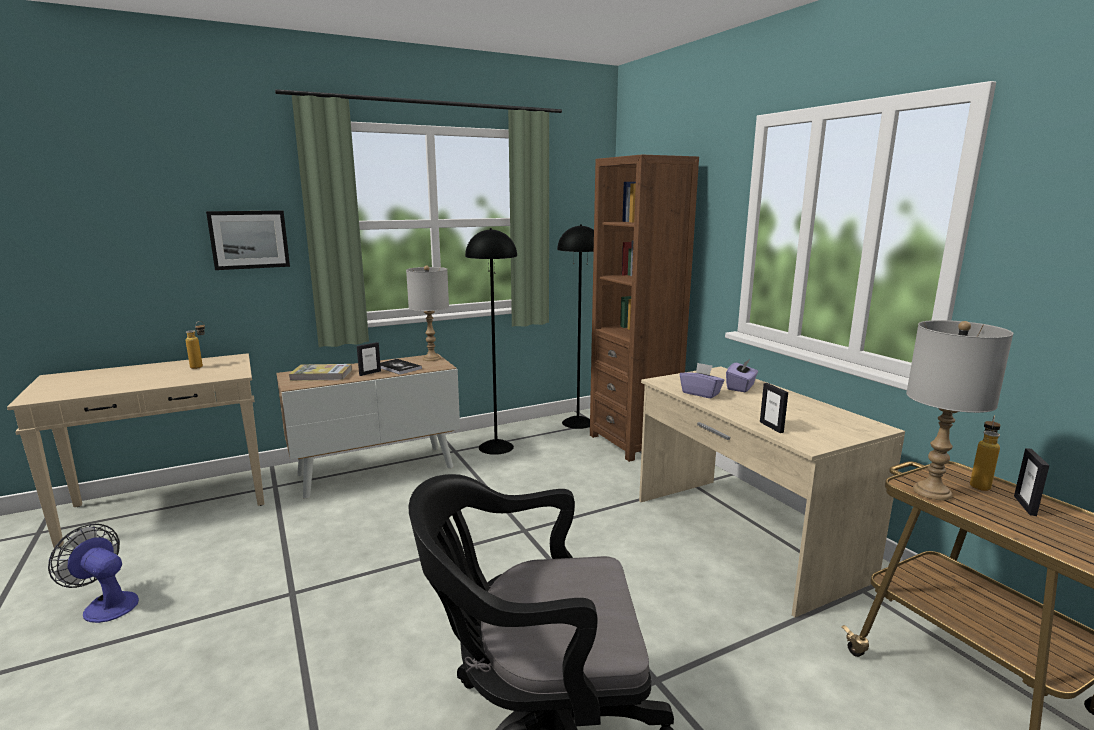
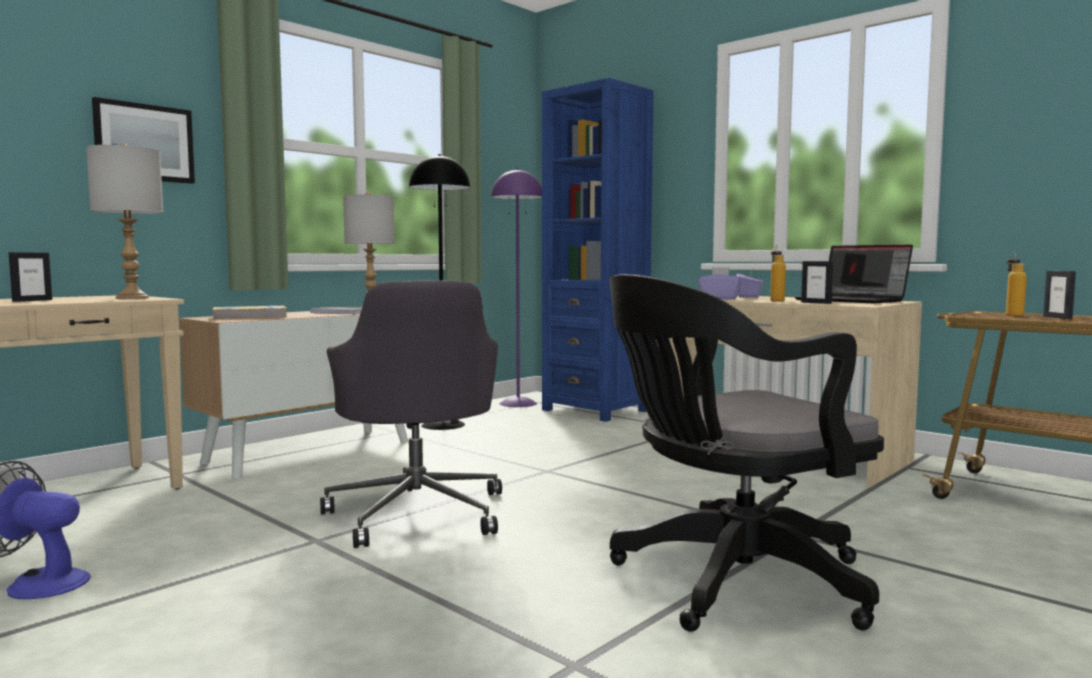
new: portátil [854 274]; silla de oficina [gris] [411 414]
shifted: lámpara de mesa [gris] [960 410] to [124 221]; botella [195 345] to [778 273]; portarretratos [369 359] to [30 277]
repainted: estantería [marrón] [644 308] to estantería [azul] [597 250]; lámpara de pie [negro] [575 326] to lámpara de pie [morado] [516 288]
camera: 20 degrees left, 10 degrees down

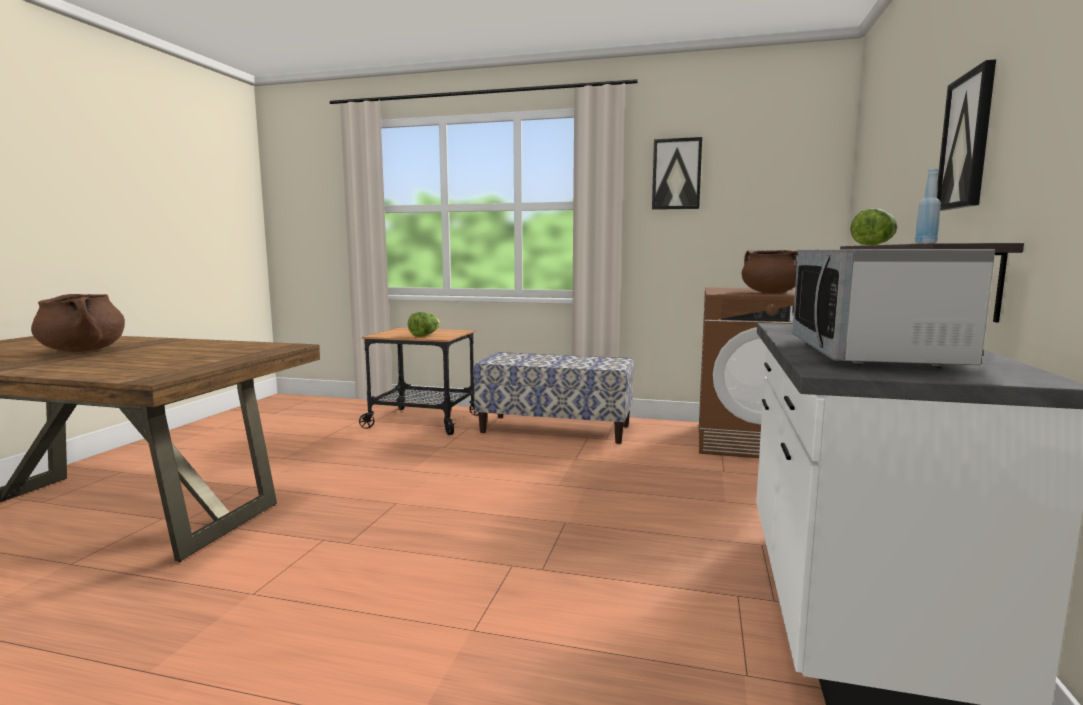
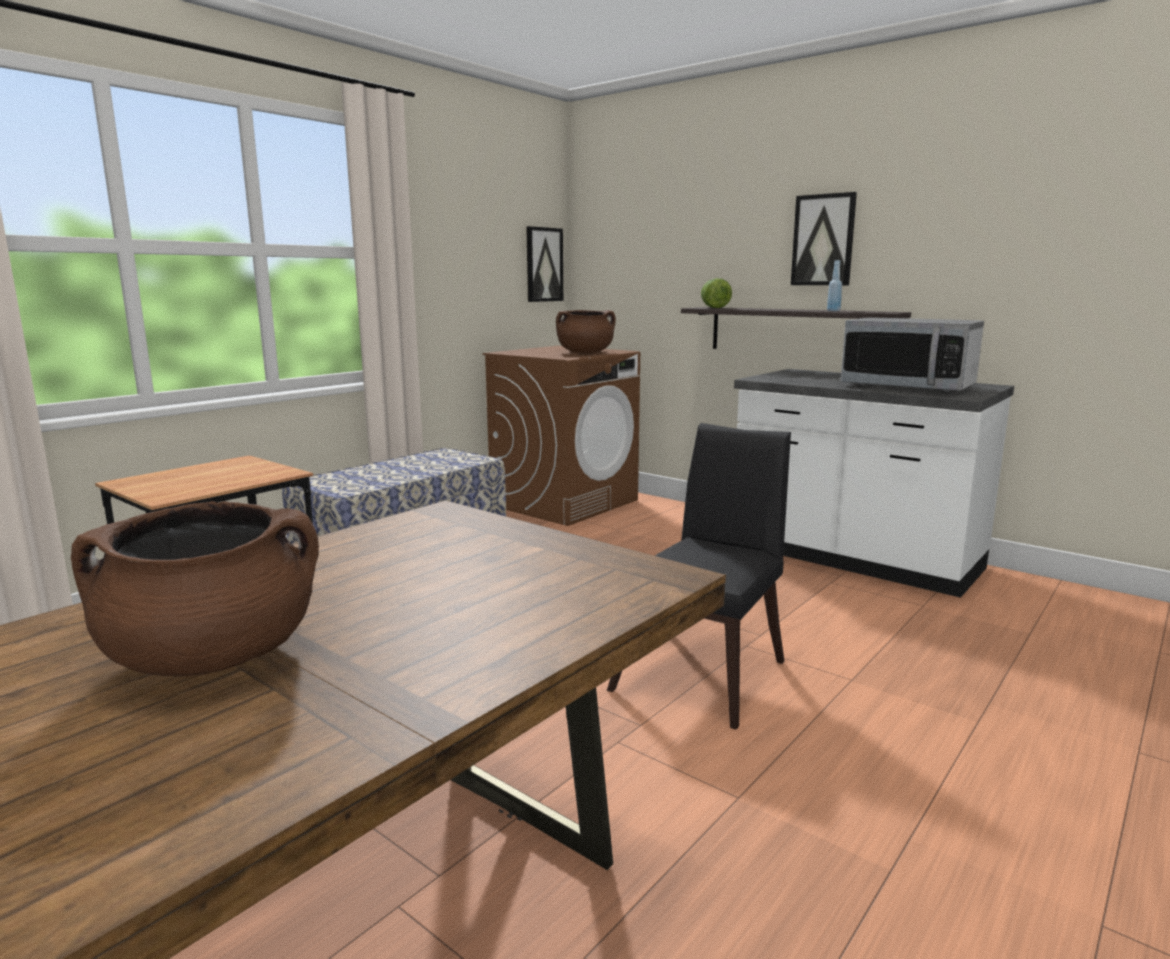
gone: lechuga [424 324]
new: silla [negro] [699 576]
shifted: cuadro [677 173] to [544 264]
camera: 65 degrees left, 5 degrees up

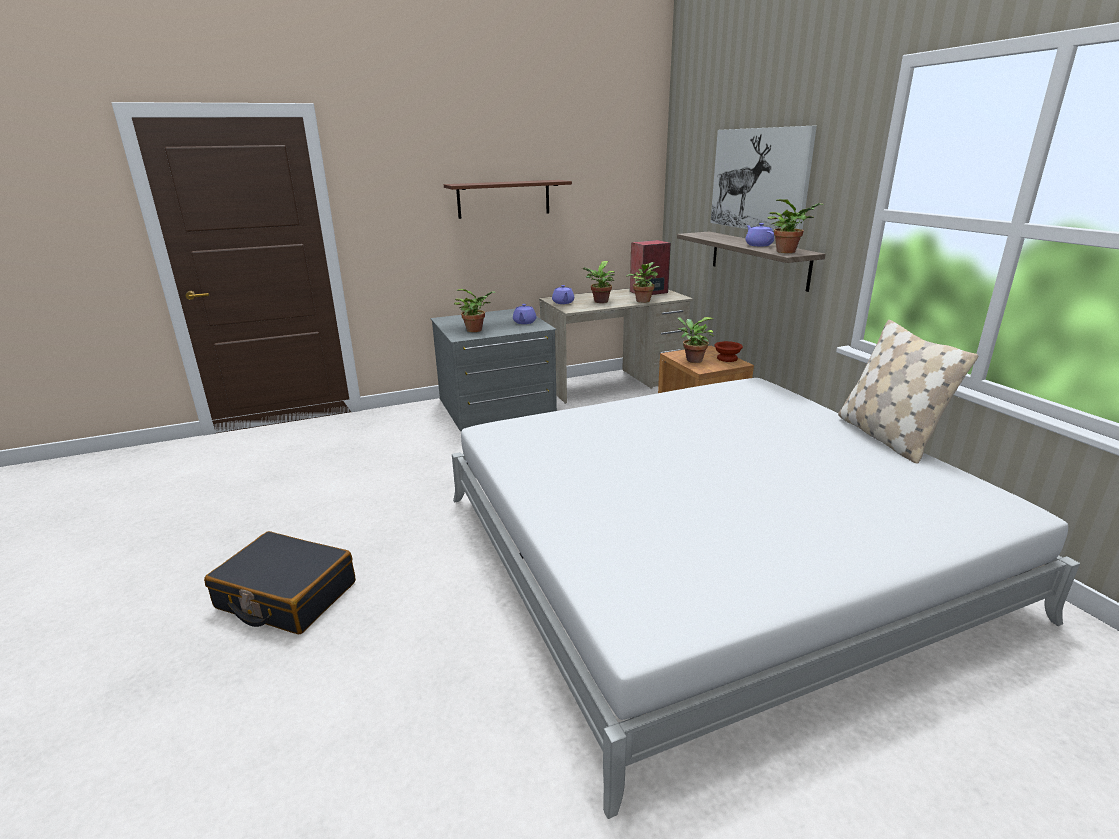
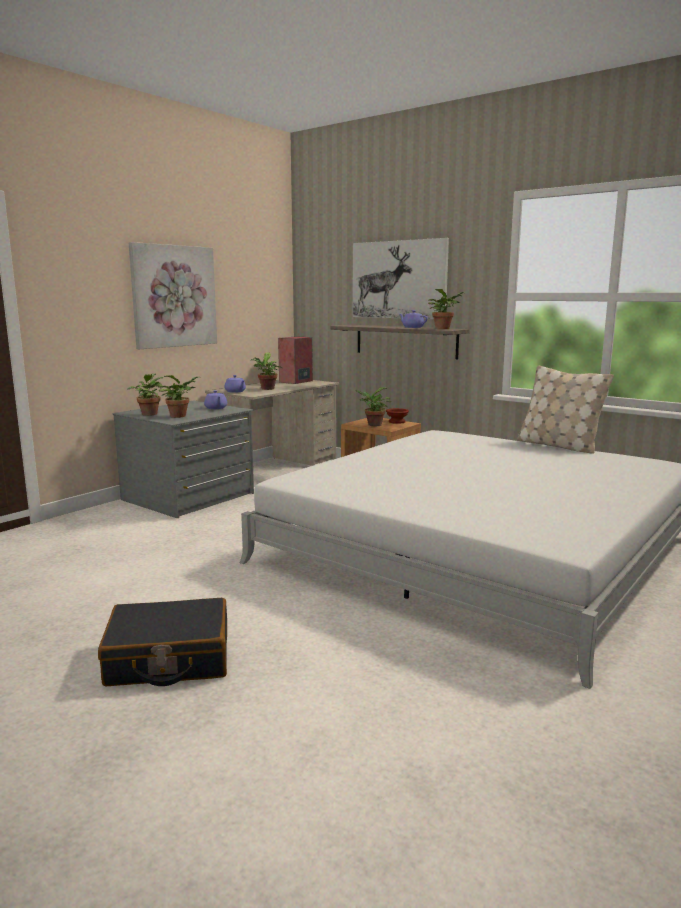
shifted: planta en maceta [643 282] to [145 395]
swapped: estante [marrón] [508 199] to cuadro [173 295]
camera: 30 degrees left, 10 degrees down

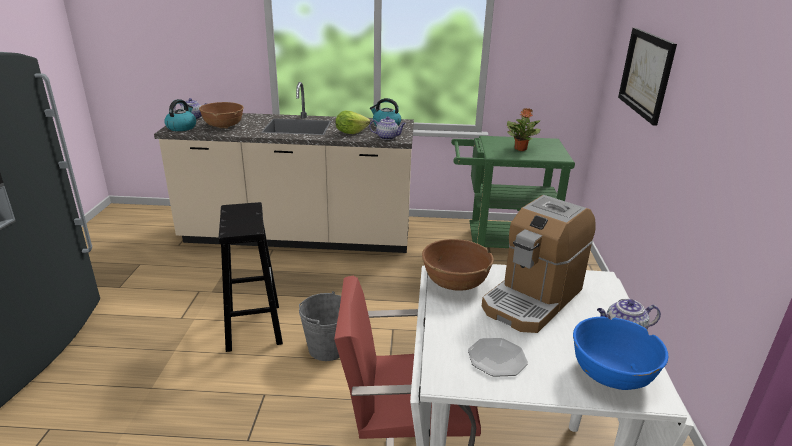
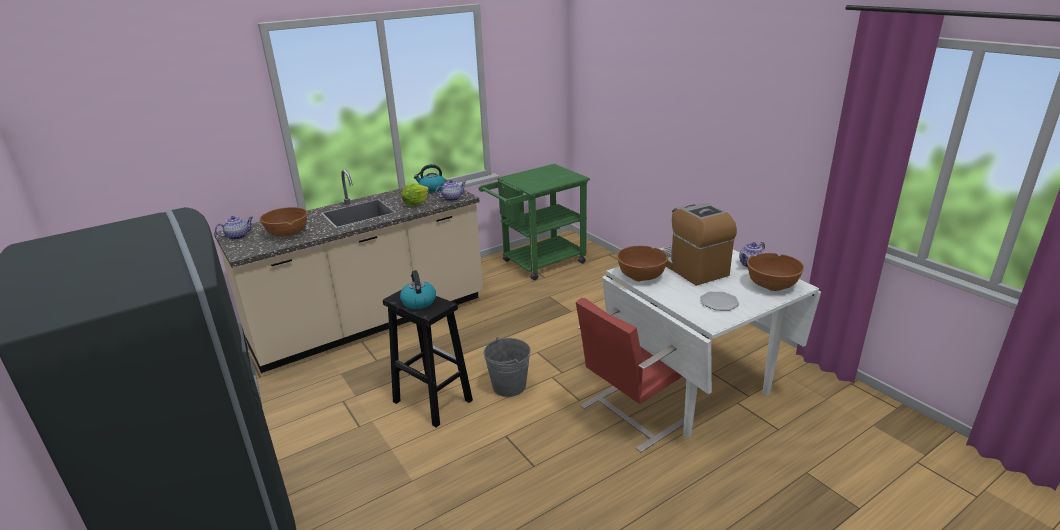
gone: cuadro [647 77]; planta en maceta [524 129]
shifted: hervidor [180 115] to [418 289]
repainted: cuenco [azul] [620 353] to cuenco [marrón] [775 272]
rotated: cafetera [539 264] = [698 244] 150 degrees clockwise
camera: 35 degrees left, 0 degrees up

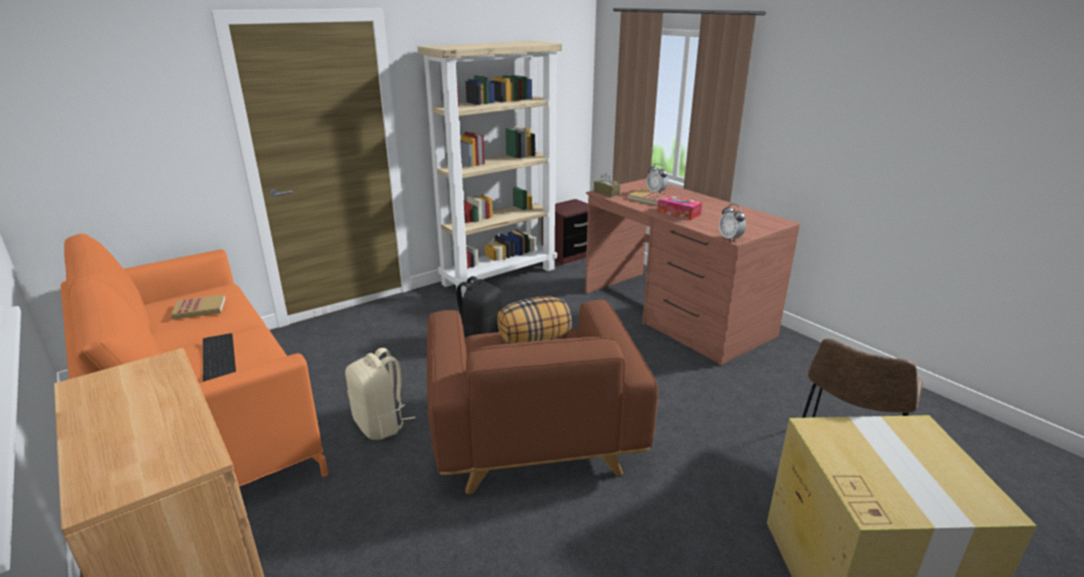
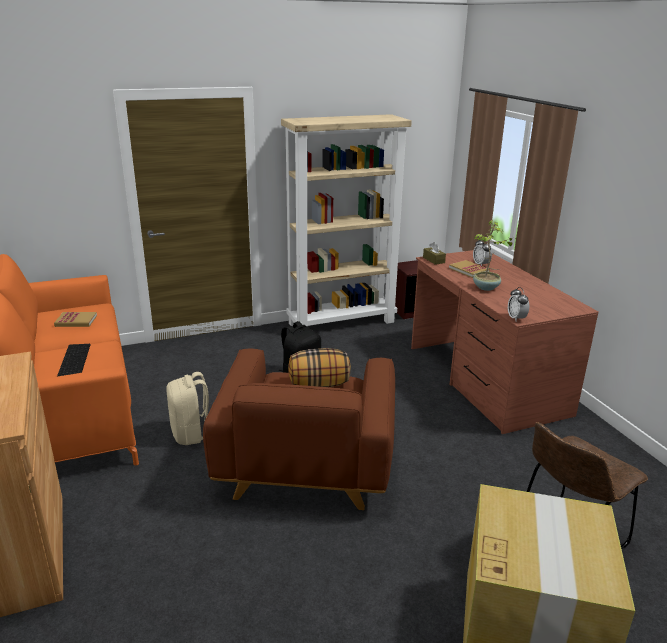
swapped: caja de pañuelos [679 207] to planta en maceta [495 255]
camera: 15 degrees right, 0 degrees up

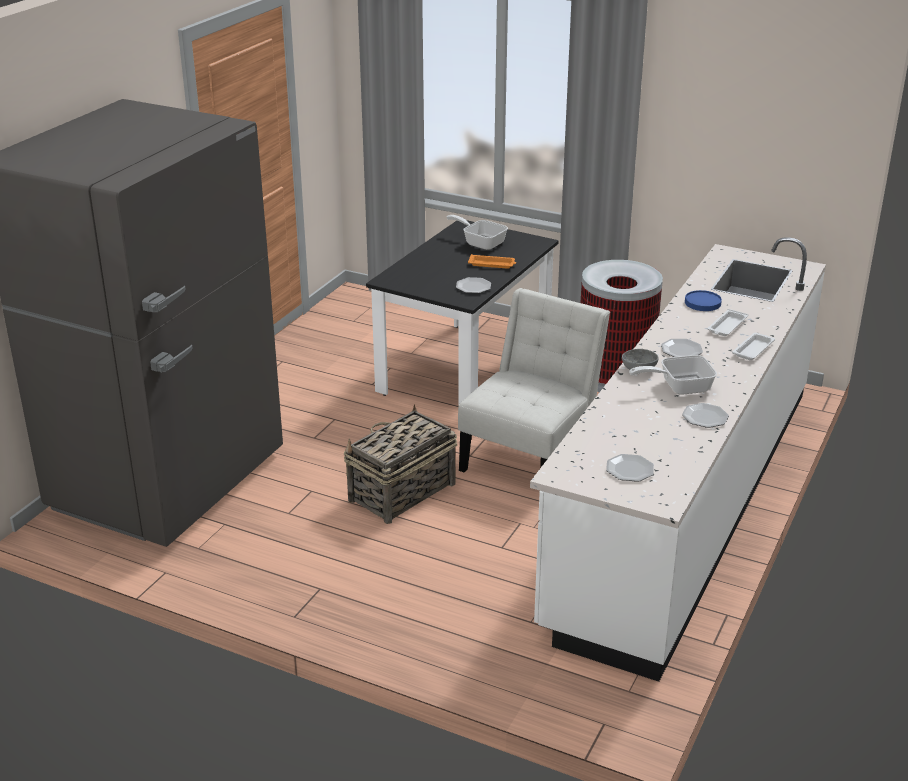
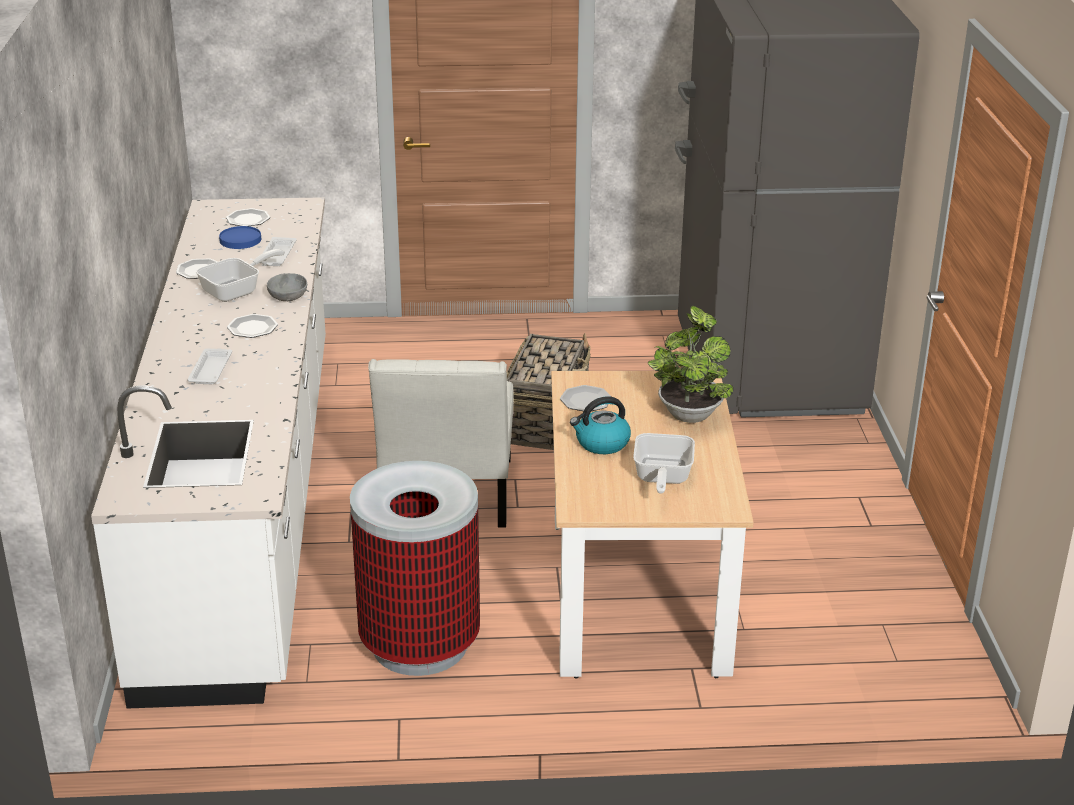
new: planta en maceta [690 364]
shifted: plato [azul] [703 300] to [240 237]; bandeja [blanco] [753 346] to [278 251]
swapped: bandeja [naranja] [492 261] to hervidor [600 425]
repainted: mesa de comedor [negro] [462 313] to mesa de comedor [beis] [652 525]
rotated: sartén [477 232] = [664 463] 90 degrees clockwise
camera: 150 degrees right, 0 degrees up

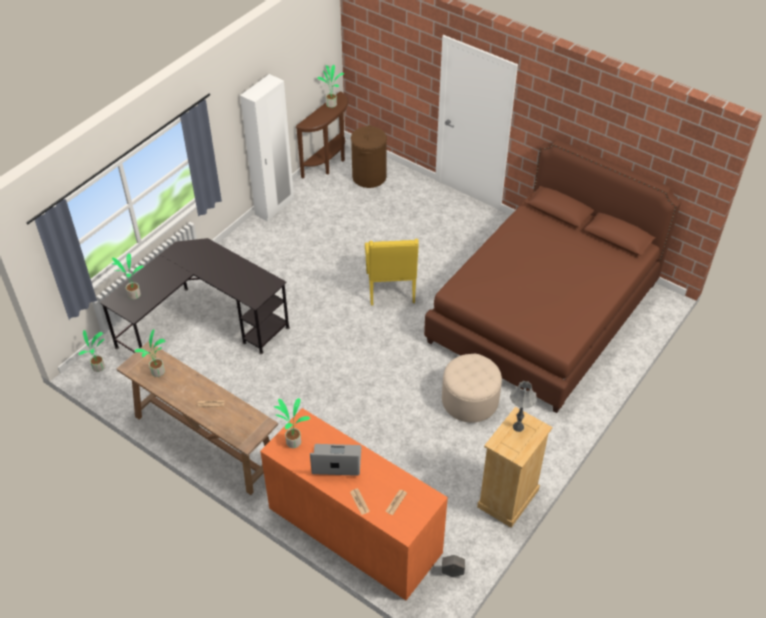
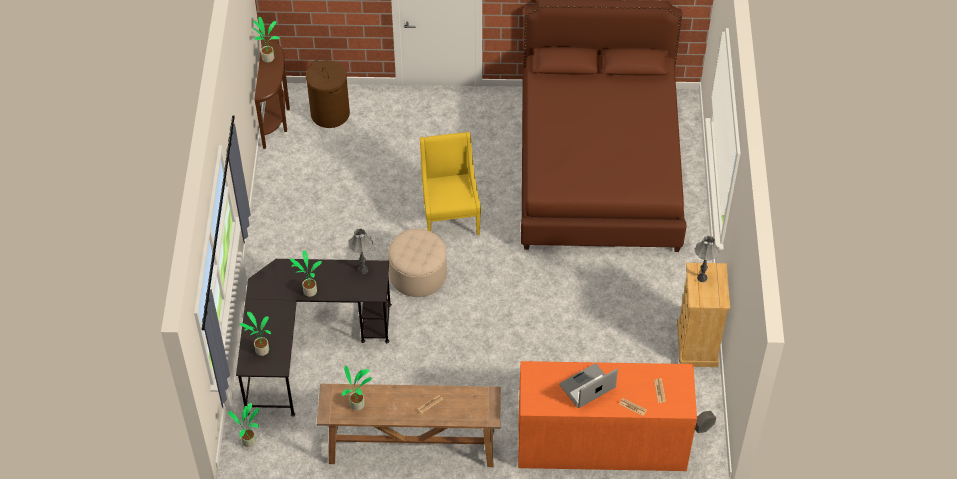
gone: armario ropero [blanco] [267 148]
new: lámpara de mesa [gris] [361 251]
shifted: puf [beis] [472 388] to [417 263]; planta en maceta [292 423] to [306 274]
rotated: sillón [amarillo] [392 272] = [450 183] 150 degrees counterclockwise
camera: 35 degrees left, 5 degrees up

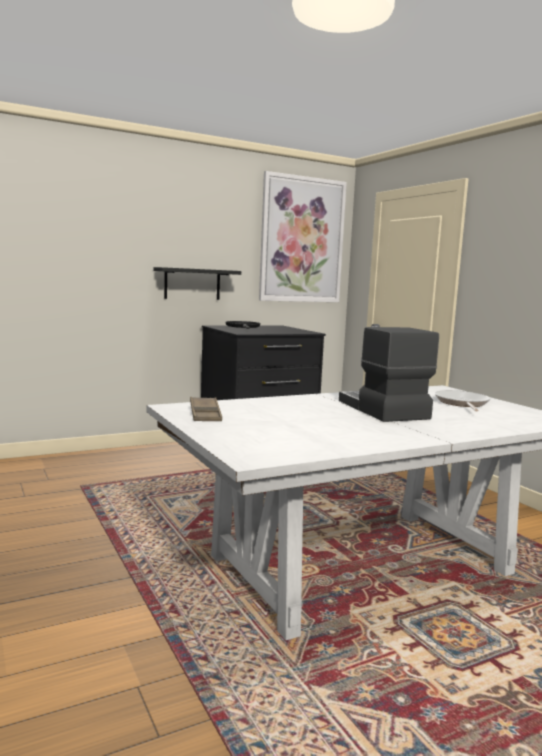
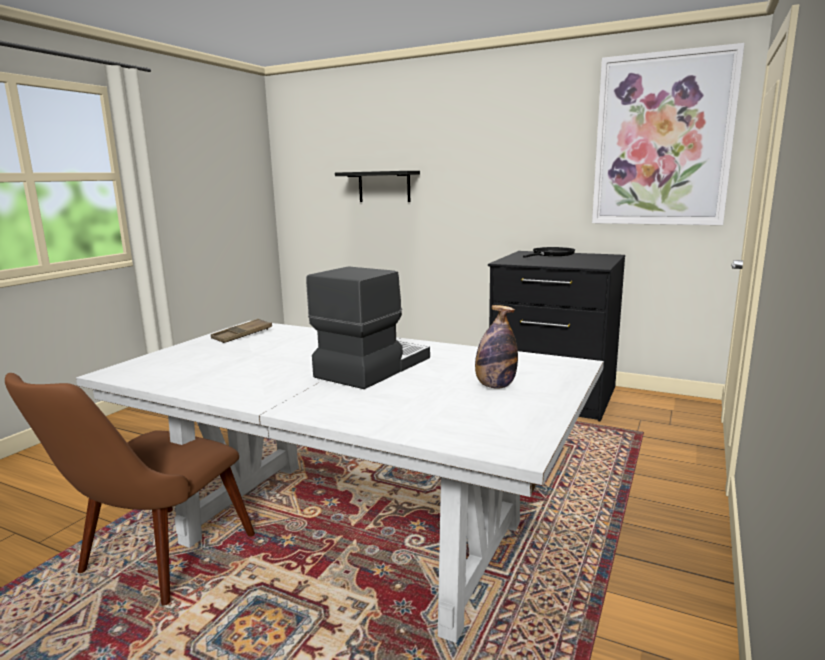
new: silla [marrón] [130 489]
shifted: estante [negro] [197 283] to [377 186]
swapped: sartén [462 401] to botella [496 347]
camera: 55 degrees right, 5 degrees up

